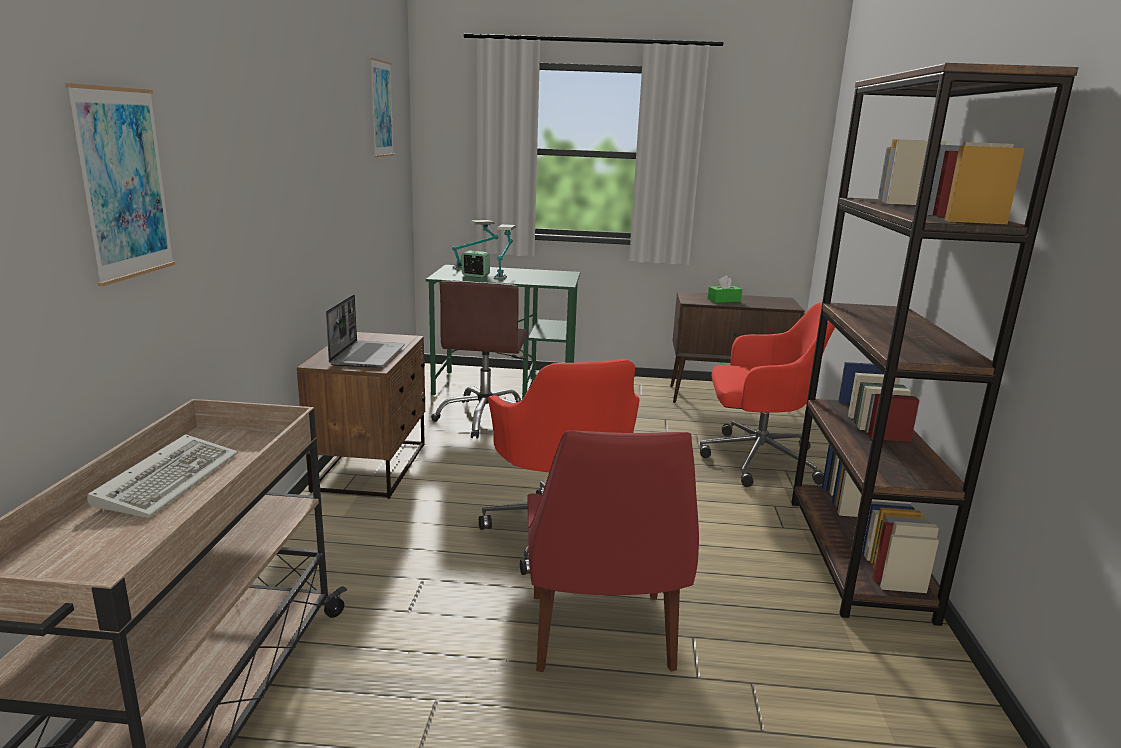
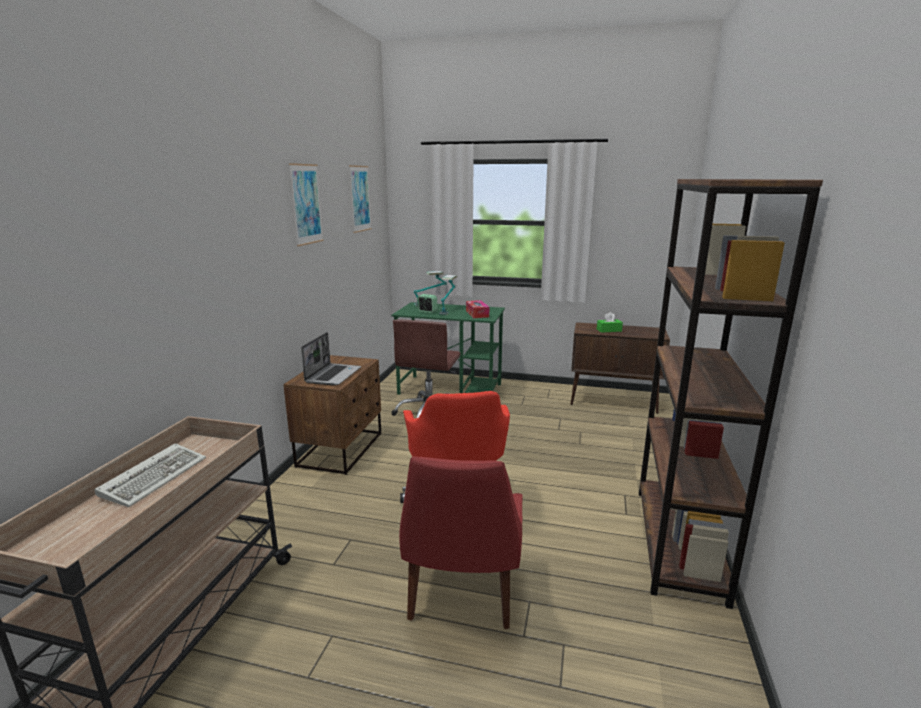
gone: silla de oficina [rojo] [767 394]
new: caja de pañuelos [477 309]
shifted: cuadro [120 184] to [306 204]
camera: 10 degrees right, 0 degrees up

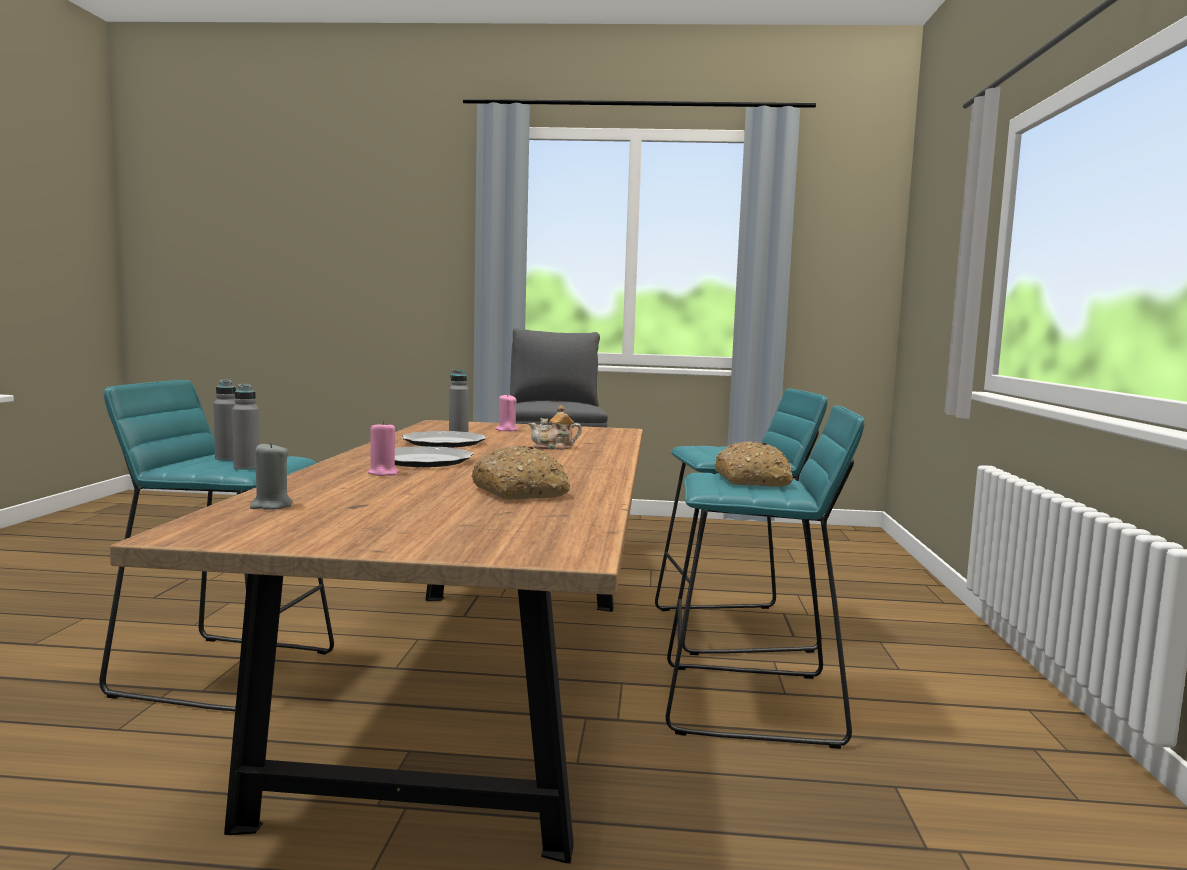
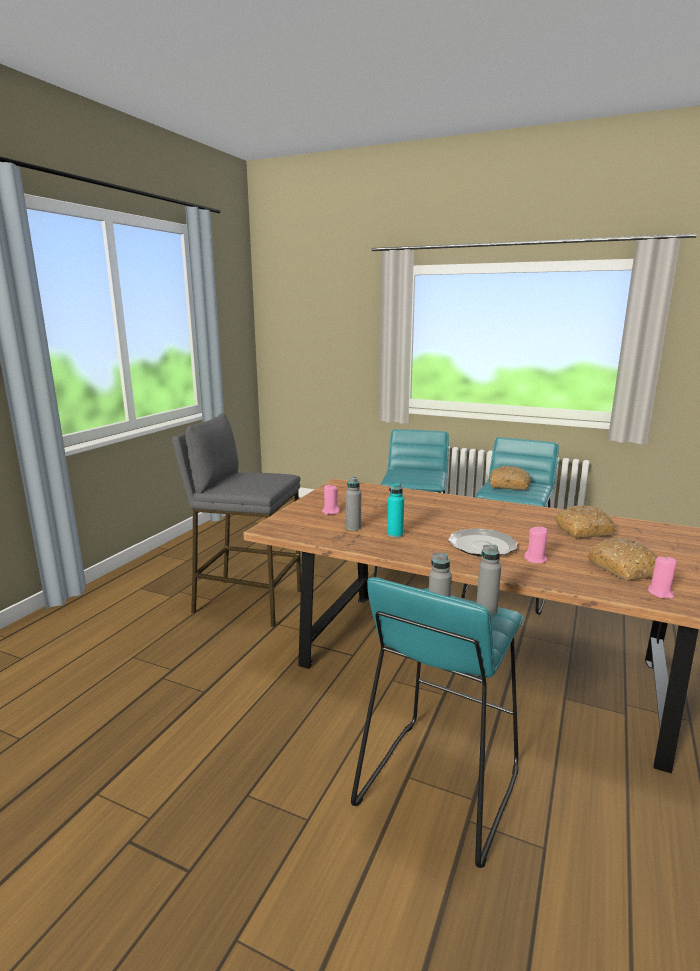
gone: tetera [555 427]
new: pan [622 559]
swapped: plato [444 439] to botella [turquesa] [395 510]
repainted: vela [gris] [271 475] to vela [rosa] [662 577]
camera: 70 degrees left, 10 degrees up

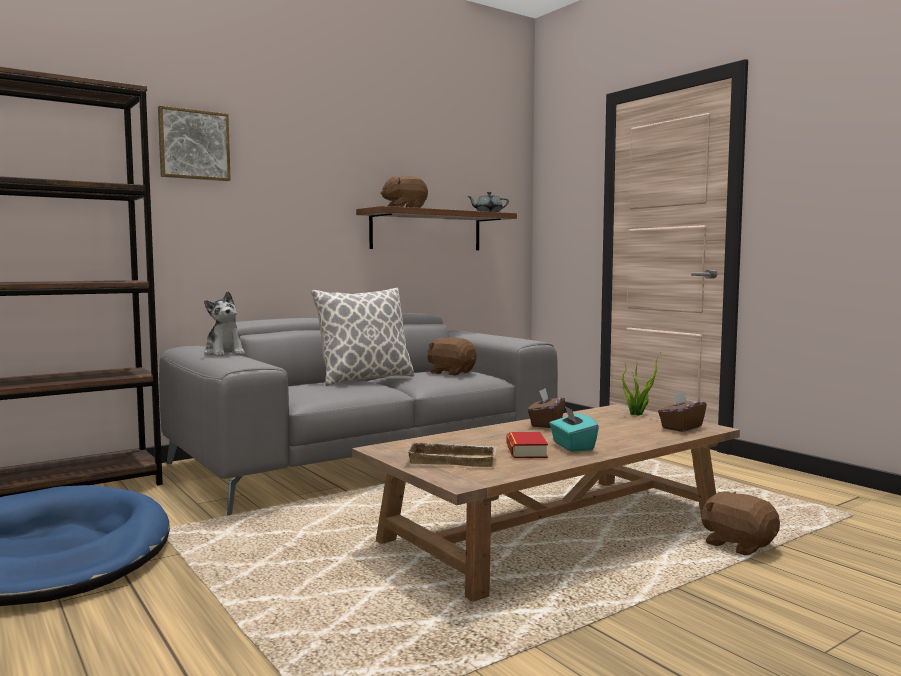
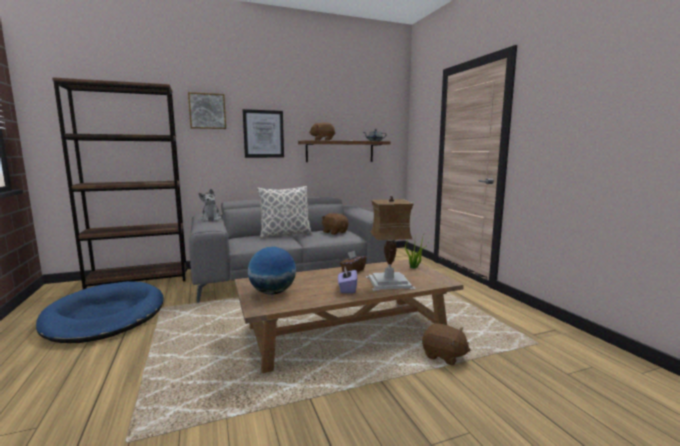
gone: caja de pañuelos [marrón] [682 411]; libro [527 445]
new: cuadro [263 133]; lámpara de mesa [390 243]
swapped: bandeja [beis] [451 454] to globo terráqueo [272 271]
repainted: caja de pañuelos [turquesa] [574 429] to caja de pañuelos [morado] [347 280]
rotated: peluche [marrón] [740 523] = [446 344] 150 degrees clockwise
camera: 15 degrees right, 5 degrees up

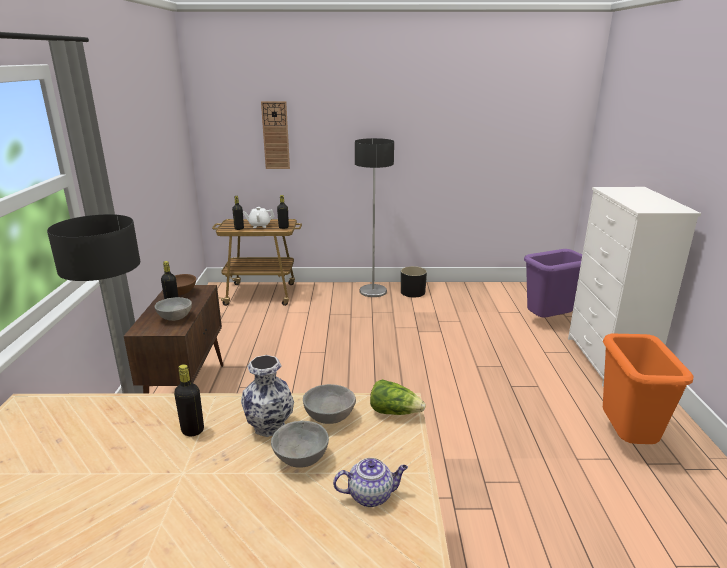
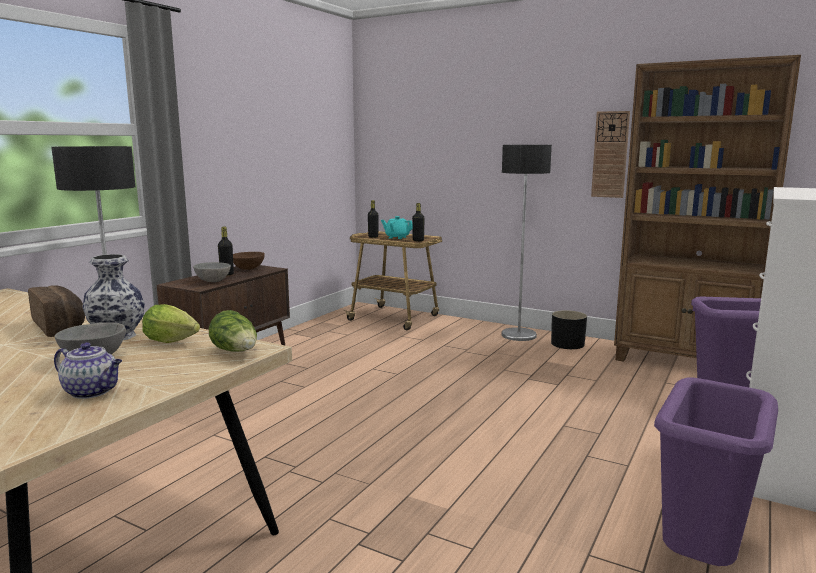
new: estantería [marrón] [707 208]
shifted: reloj de pared [275 135] to [610 154]
swapped: botella [negro] [189 400] to pan [56 311]; cuenco [gris] [329 404] to lechuga [171 323]
repainted: tetera [blanco] [258 217] to tetera [turquesa] [397 227]; papelera [naranja] [648 389] to papelera [morado] [716 472]
camera: 30 degrees right, 10 degrees down

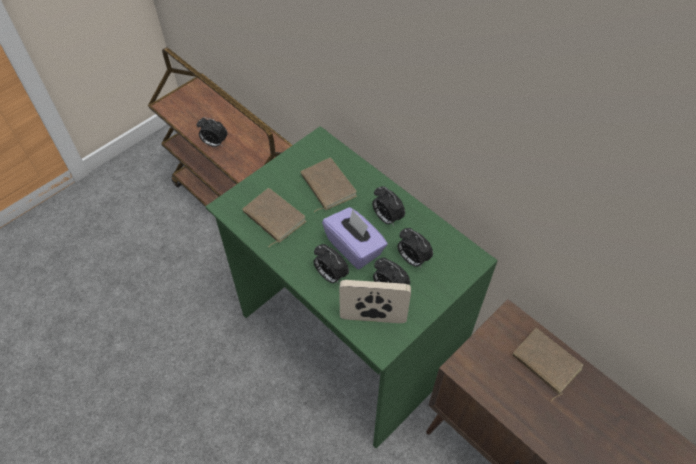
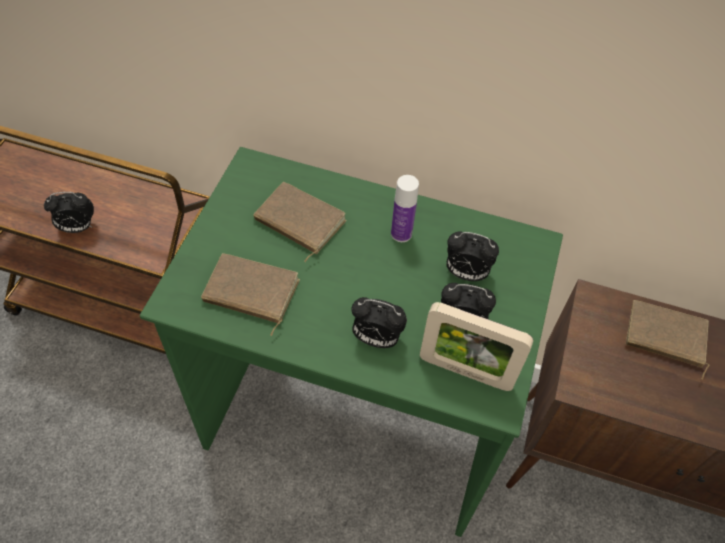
gone: caja de pañuelos [morado] [355 238]
swapped: despertador [388 206] to botella [405 208]
rotated: portarretratos [375 301] = [476 346] 135 degrees counterclockwise
camera: 30 degrees left, 0 degrees up

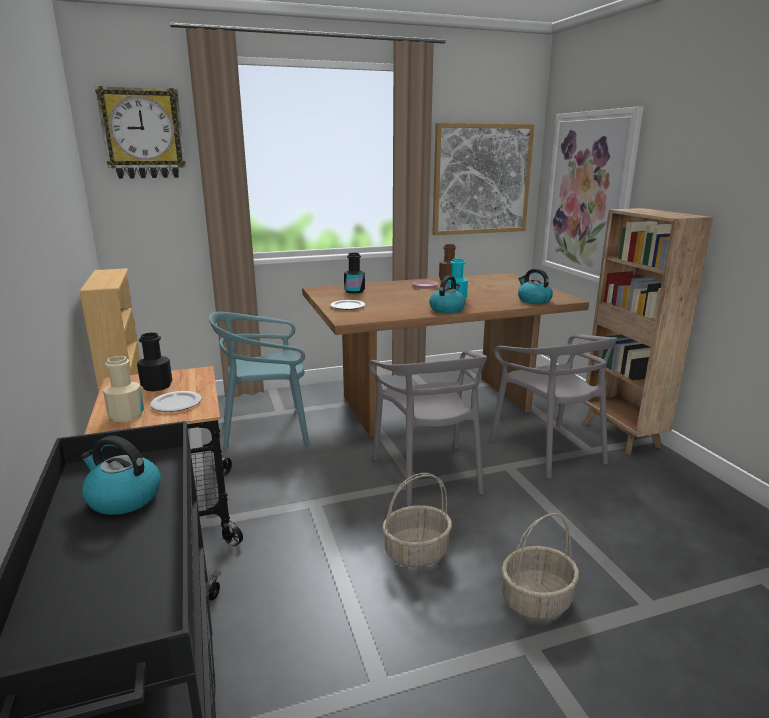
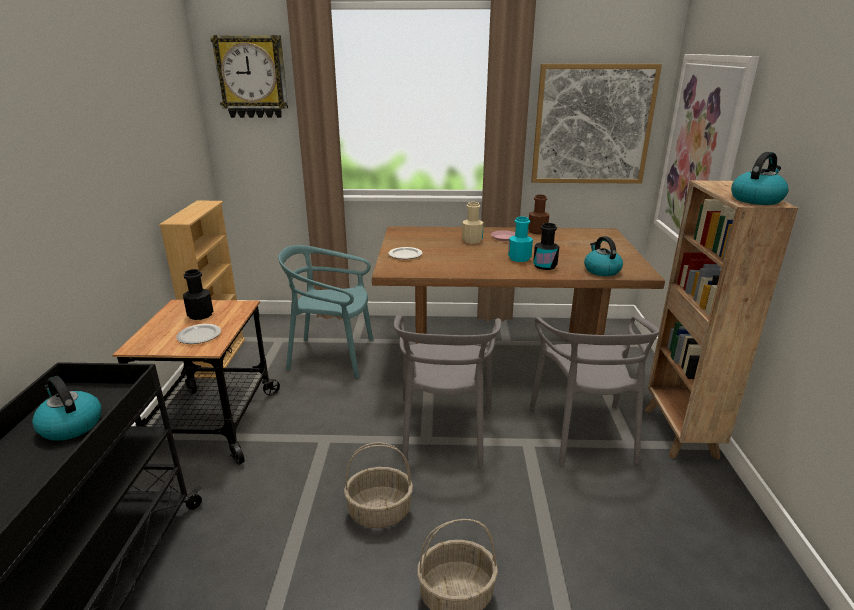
shifted: botella [negro] [354 273] to [546 246]; hervidor [447 294] to [759 178]; botella [beis] [123 389] to [473 223]
camera: 20 degrees right, 5 degrees up

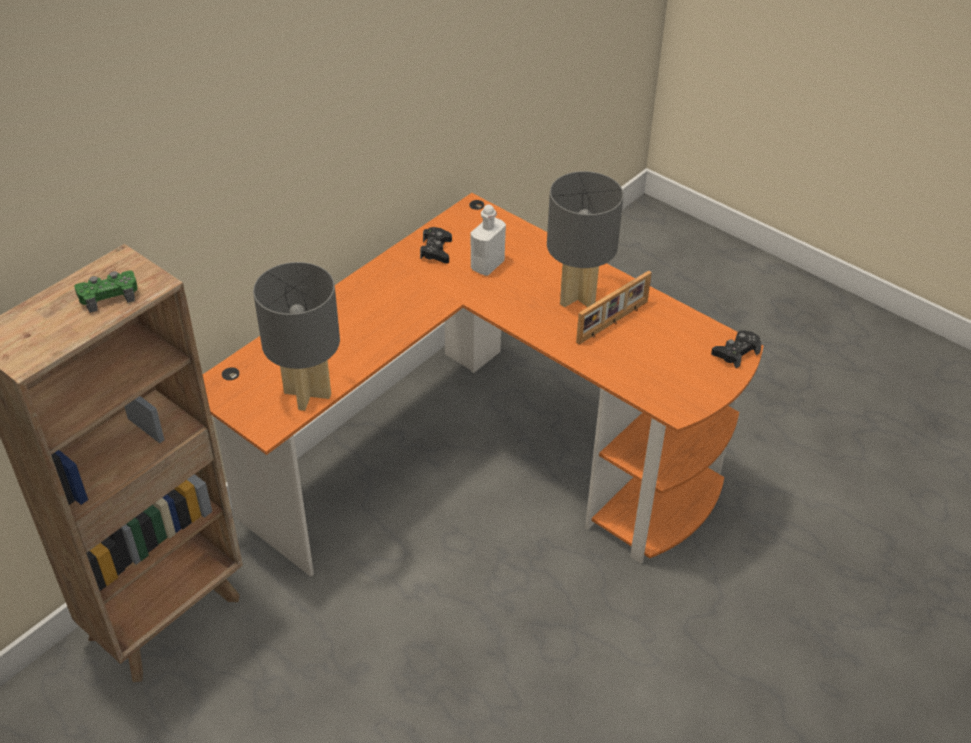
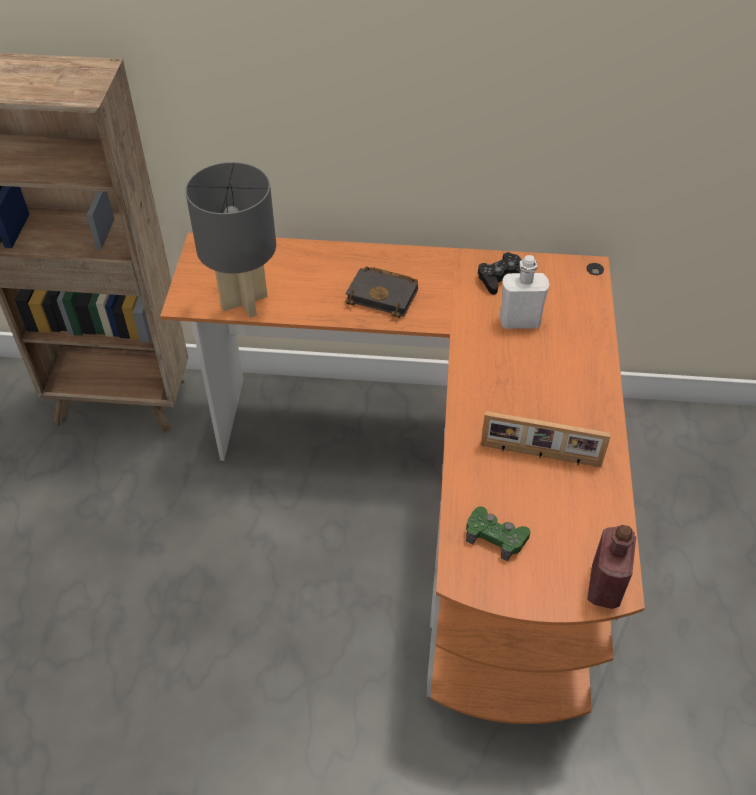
gone: lámpara de mesa [gris] [585 239]
new: libro [negro] [381 292]
shifted: mando de consola [verde] [106 291] to [498 533]
swapped: mando de consola [negro] [736 349] to botella [rojo] [611 567]
camera: 55 degrees right, 5 degrees up

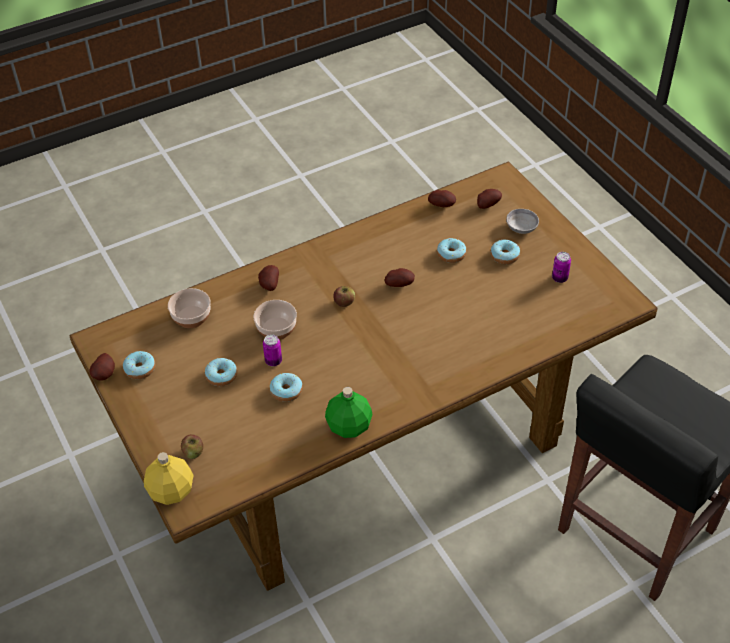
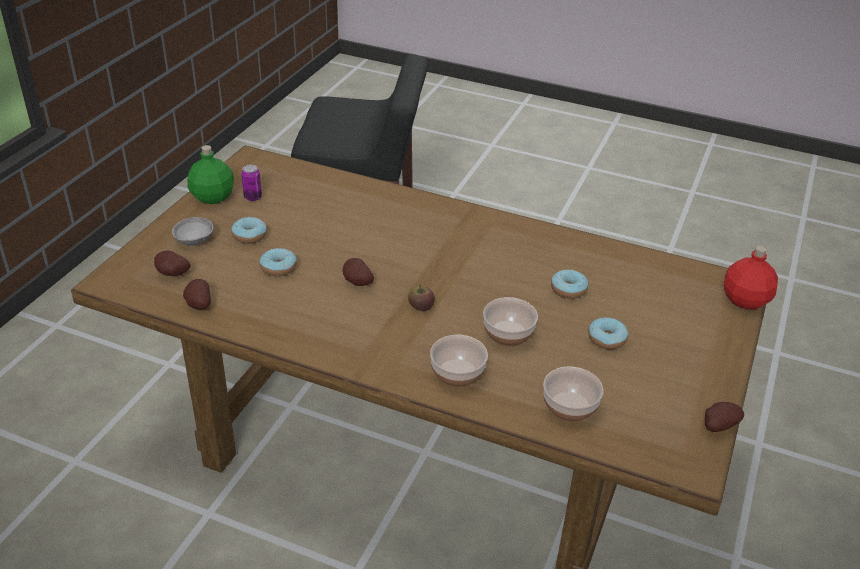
gone: lata [272 350]; rosquilla [139 365]; manzana [192 446]
shifted: botella [verde] [349 412] to [210 174]
swapped: patata [268 278] to cuenco [459 361]
repainted: botella [amarillo] [169 478] to botella [rojo] [751 277]
camera: 130 degrees left, 10 degrees down

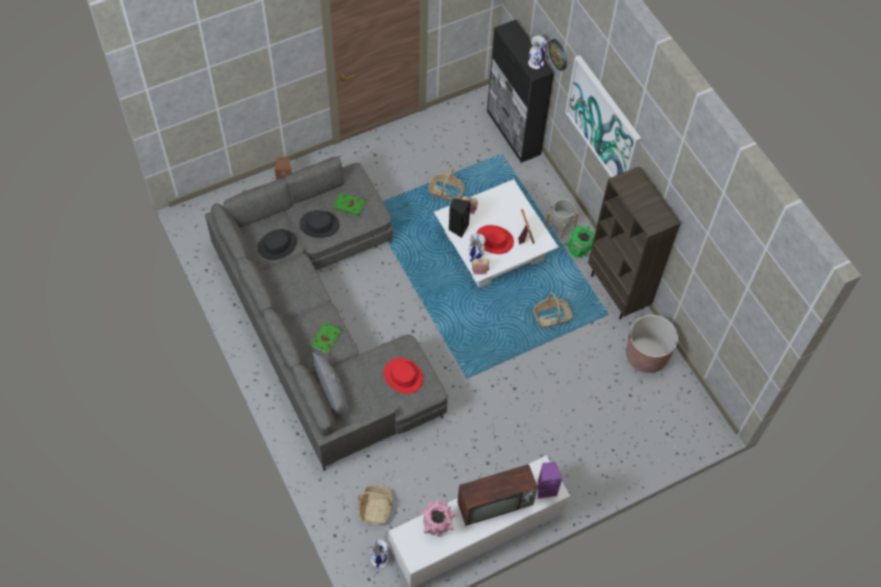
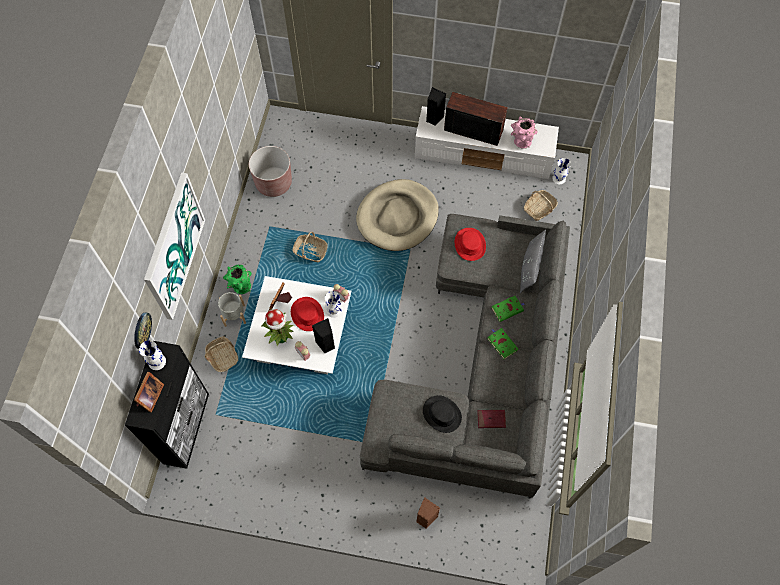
gone: estantería [marrón] [634 242]
new: cama para perro [beis] [397 215]; planta en maceta [277 327]; portarretratos [149 392]
shifted: cesta [446 185] to [221 354]; libro [verde] [351 204] to [503 344]
swapped: sombrero [negro] [277 244] to libro [rojo] [491 419]
repainted: altavoz [morado] [550 480] to altavoz [negro] [436 106]
camera: 140 degrees left, 5 degrees up

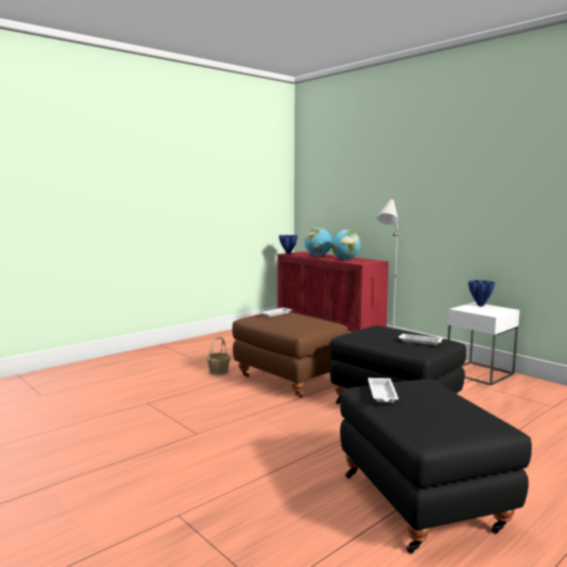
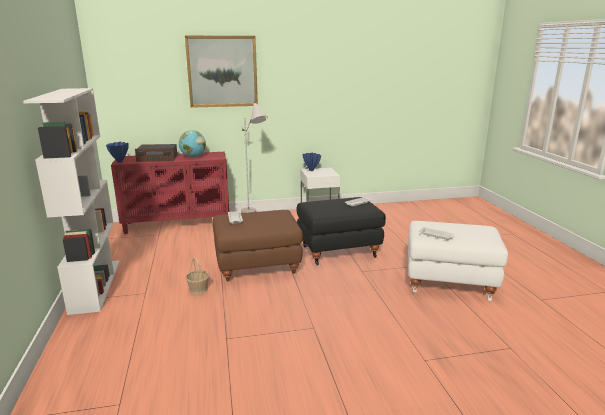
new: cuadro [221 72]; estantería [blanco] [71 201]
swapped: globo terráqueo [318 242] to radio [156 153]
repainted: puf [negro] [436 466] to puf [blanco] [458 261]
camera: 60 degrees left, 10 degrees up

